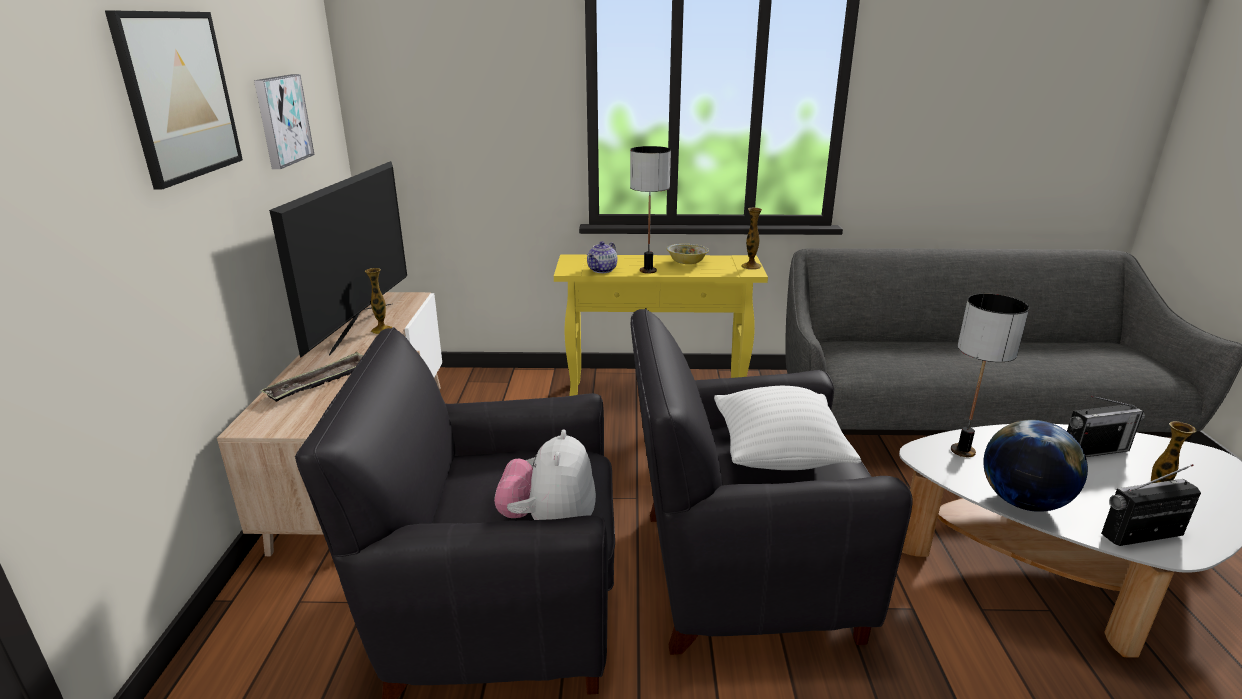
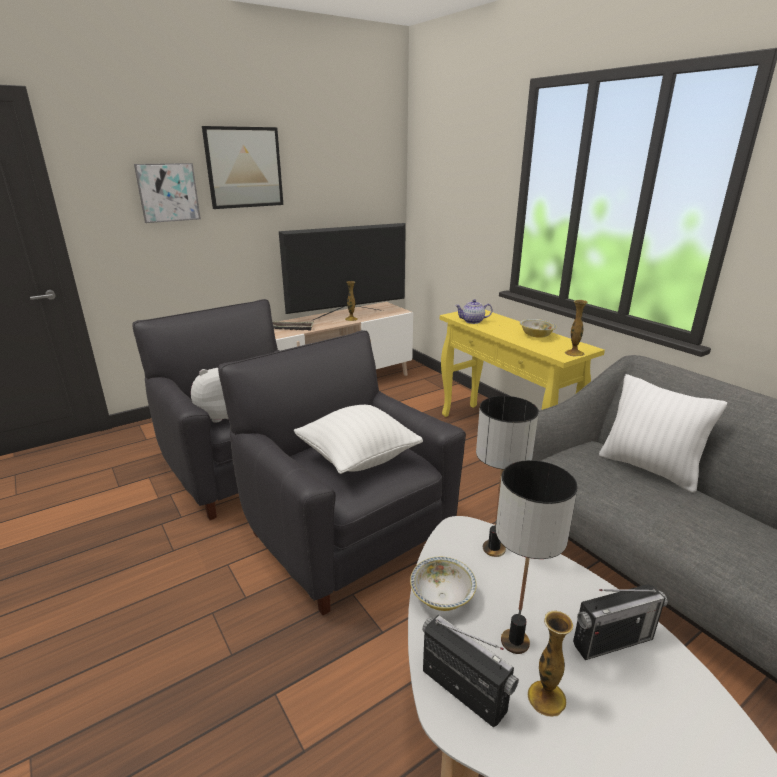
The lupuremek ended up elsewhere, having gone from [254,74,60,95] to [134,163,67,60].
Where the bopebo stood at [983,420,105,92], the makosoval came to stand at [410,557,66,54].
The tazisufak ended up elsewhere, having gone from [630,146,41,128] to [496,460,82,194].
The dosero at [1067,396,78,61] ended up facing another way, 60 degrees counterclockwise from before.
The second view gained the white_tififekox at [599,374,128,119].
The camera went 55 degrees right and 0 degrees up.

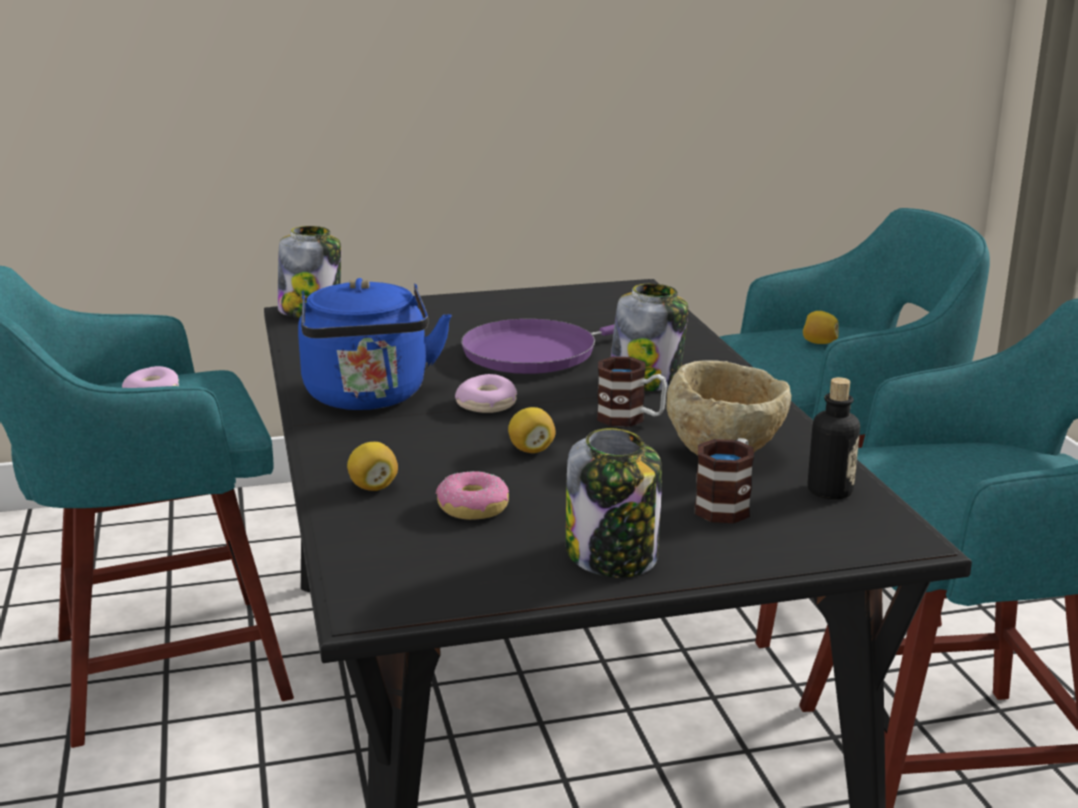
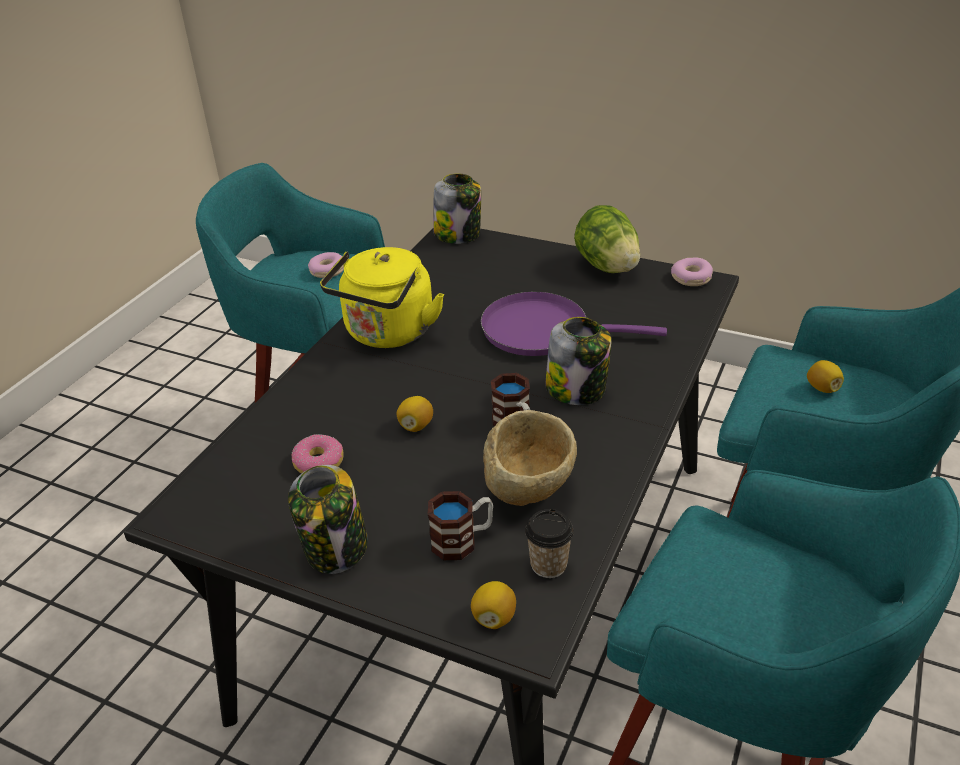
What was the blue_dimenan at [298,278,154,132] turned into the yellow_dimenan at [320,247,124,101].
The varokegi ended up elsewhere, having gone from [347,442,51,49] to [471,581,45,48].
Where the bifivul stood at [808,377,52,122], the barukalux came to stand at [525,509,49,69].
The second view gained the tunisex at [574,205,66,68].
The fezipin ended up elsewhere, having gone from [455,374,62,39] to [671,257,42,29].
The camera went 40 degrees right and 15 degrees up.

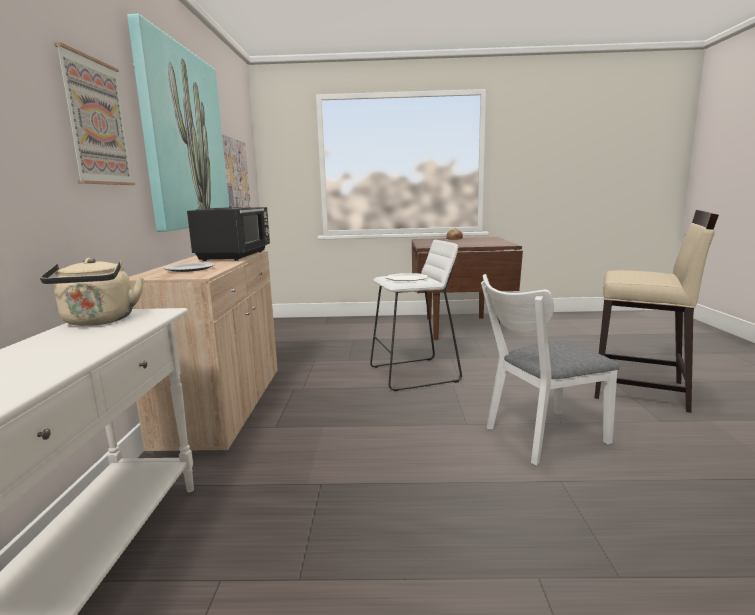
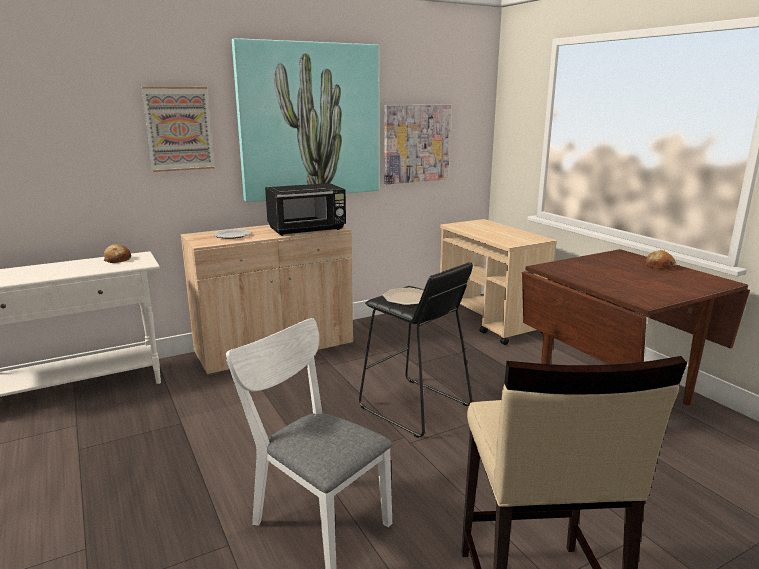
Where the beige_dimenan stood at [40,258,104,68], the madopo came to stand at [103,244,28,19].
What was the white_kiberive at [370,240,92,151] turned into the black_kiberive at [359,262,114,176].
The second view gained the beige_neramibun at [440,219,117,126].
The camera went 60 degrees right and 5 degrees up.

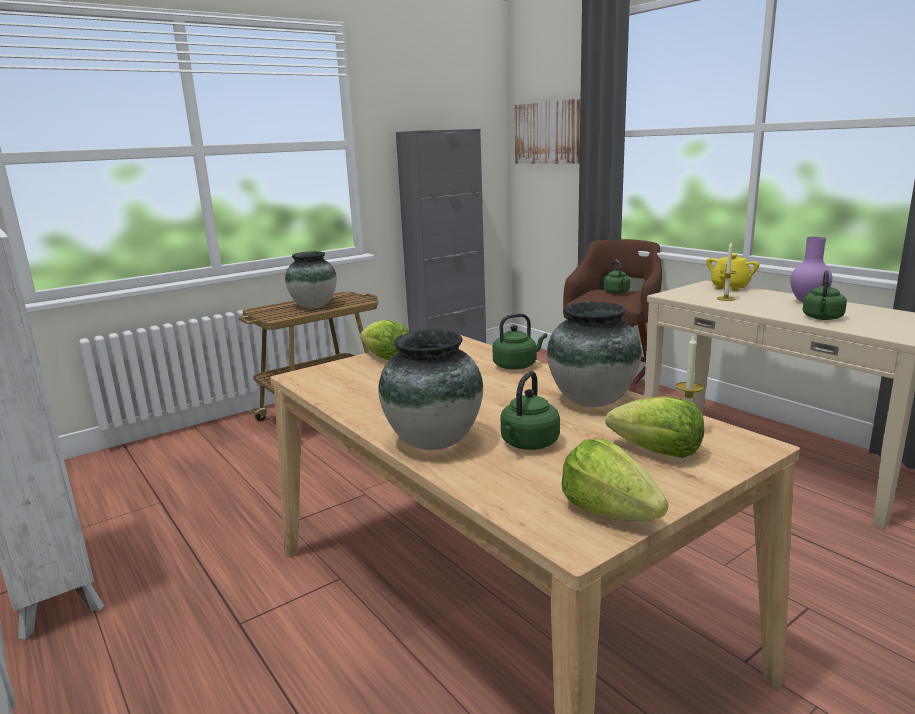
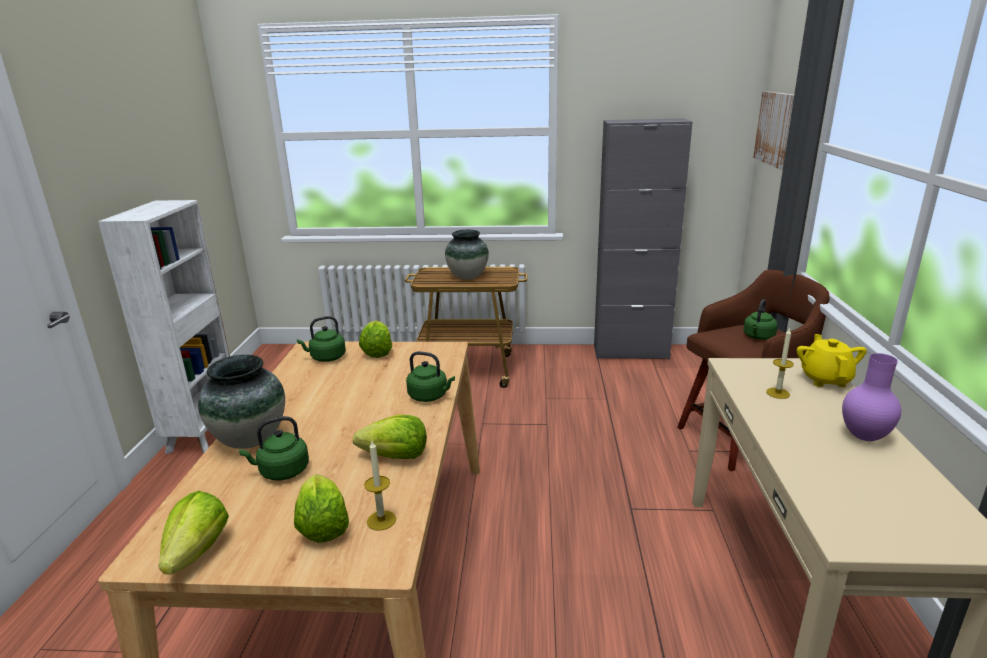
The green_dimenan ended up elsewhere, having gone from [803,271,44,49] to [297,316,49,46].
Where the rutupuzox stood at [547,302,94,105], the tunisex came to stand at [353,415,74,44].
The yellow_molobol at [707,254,53,37] ended up facing another way, 75 degrees counterclockwise from before.
The camera went 40 degrees right and 5 degrees up.

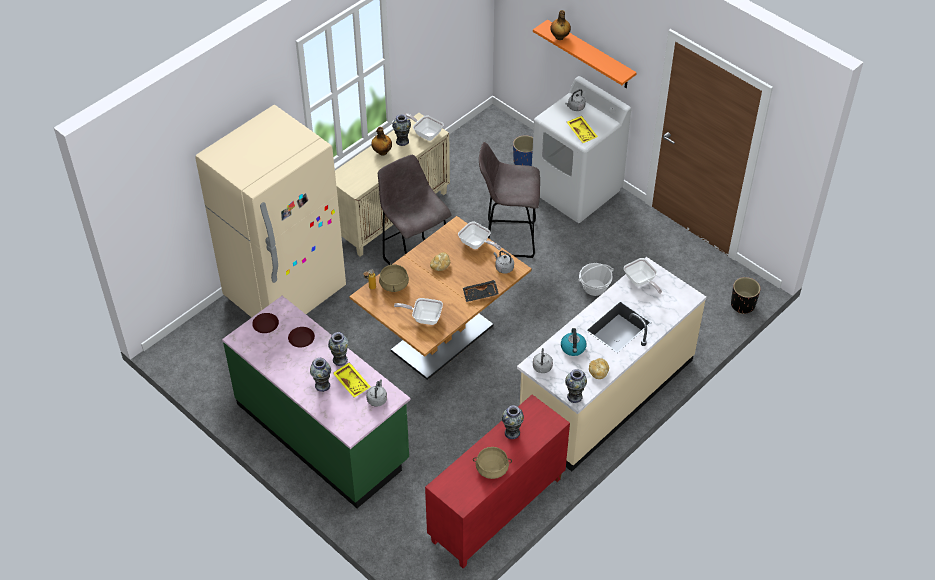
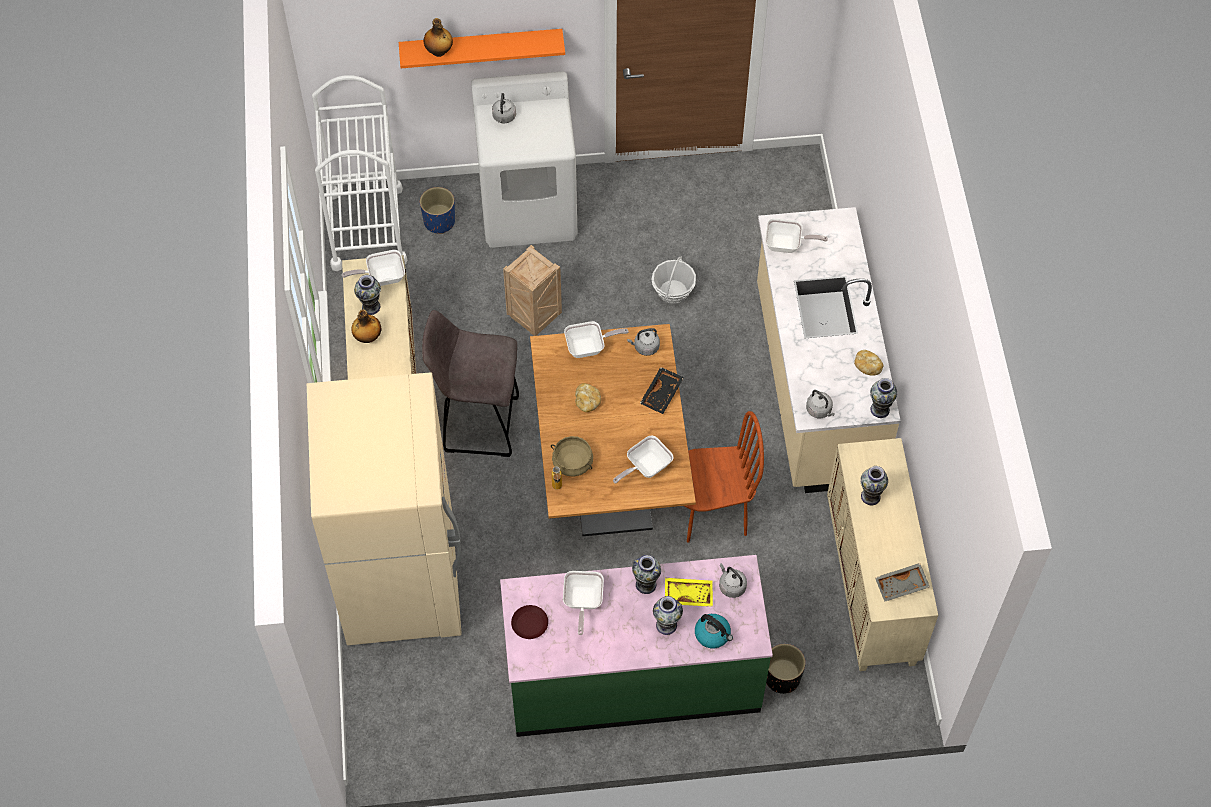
The second view gained the white_neramibun at [312,75,95,196].
Where the grey_kiberive stood at [479,142,61,116], the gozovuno came to stand at [503,245,59,91].
Where the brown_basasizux stood at [288,327,27,21], the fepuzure came to stand at [563,571,41,64].
The second view gained the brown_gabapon at [685,411,79,132].
The dimenan ended up elsewhere, having gone from [561,328,26,28] to [695,614,38,34].
The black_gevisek ended up elsewhere, having gone from [731,277,29,37] to [766,644,39,50].
What was the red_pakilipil at [425,394,145,174] turned into the beige_pakilipil at [827,438,111,233].
The second view gained the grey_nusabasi at [875,563,55,38].
The second view lost the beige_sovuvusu at [473,447,39,32].
The second view lost the yellow_nusabasi at [567,116,31,27].
The camera went 50 degrees left and 10 degrees up.

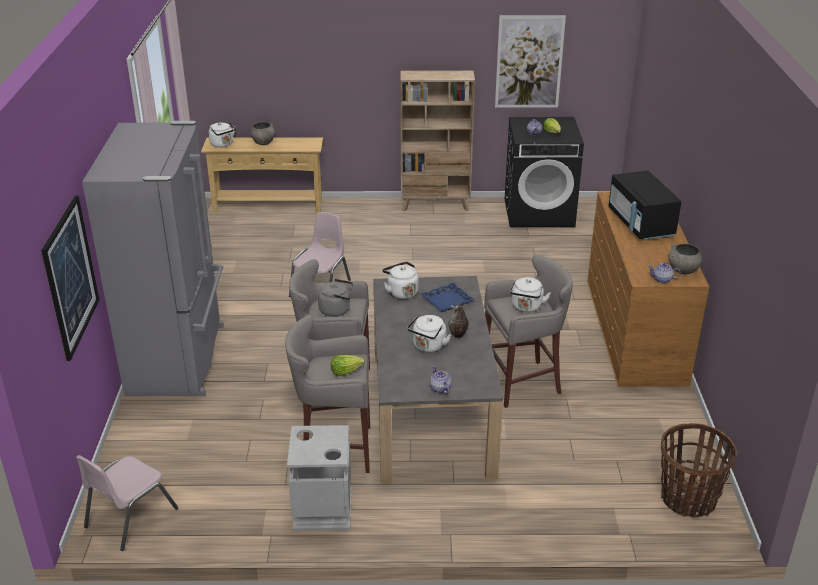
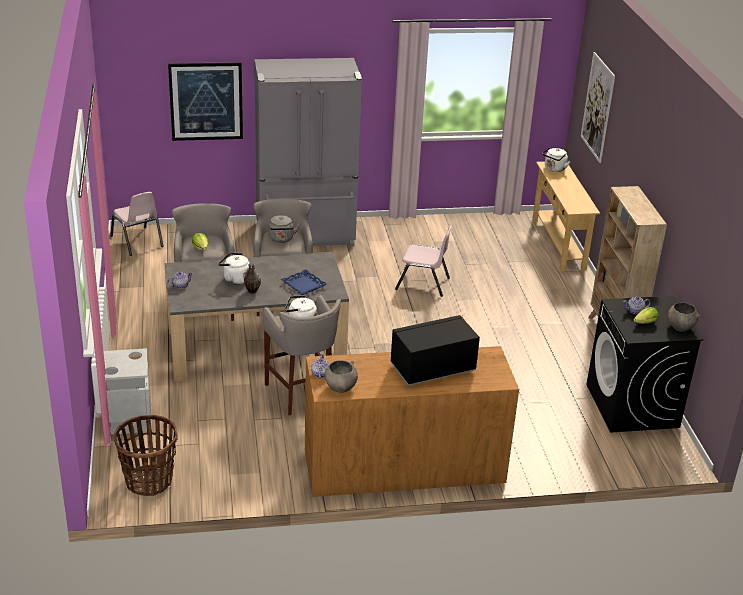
The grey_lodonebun ended up elsewhere, having gone from [287,425,65,106] to [103,348,49,87].
The pink_gabapon at [76,455,102,96] ended up facing another way, 150 degrees counterclockwise from before.
The lupuremek ended up elsewhere, having gone from [495,16,71,91] to [581,52,34,111].
The grey_makosoval ended up elsewhere, having gone from [251,122,24,23] to [668,303,32,29].
The second view lost the white_dimenan at [382,262,37,37].
The camera went 80 degrees right and 0 degrees up.

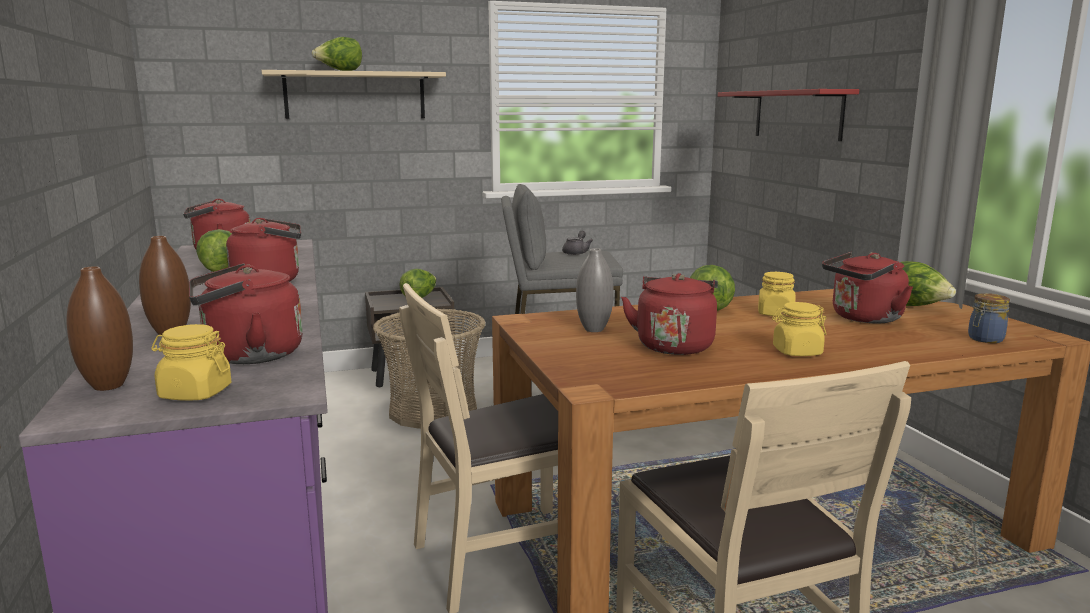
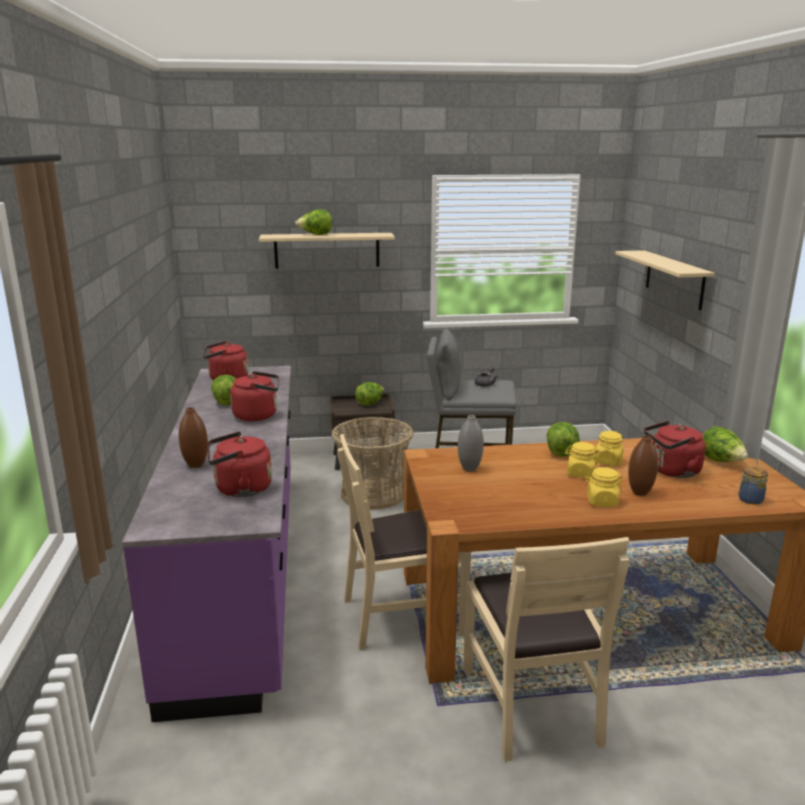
The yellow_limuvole ended up elsewhere, having gone from [152,324,79,77] to [565,442,34,36].
What was the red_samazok at [718,89,141,52] turned into the beige_samazok at [615,250,100,60].
The brown_rutupuzox ended up elsewhere, having gone from [66,266,67,125] to [628,435,30,61].
The second view lost the red_dimenan at [621,273,97,82].
The camera went 10 degrees right and 5 degrees up.

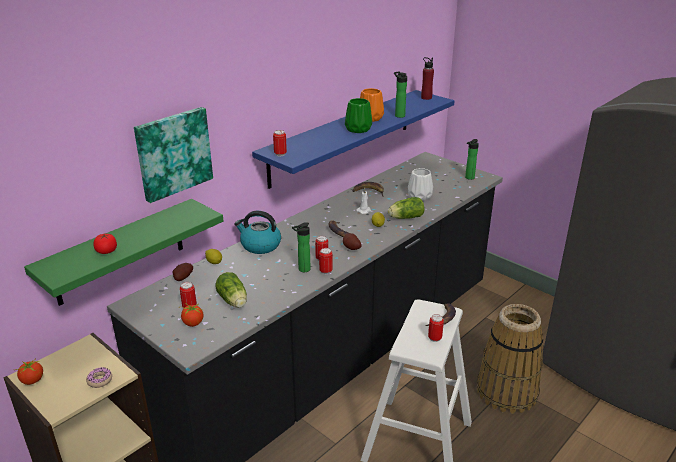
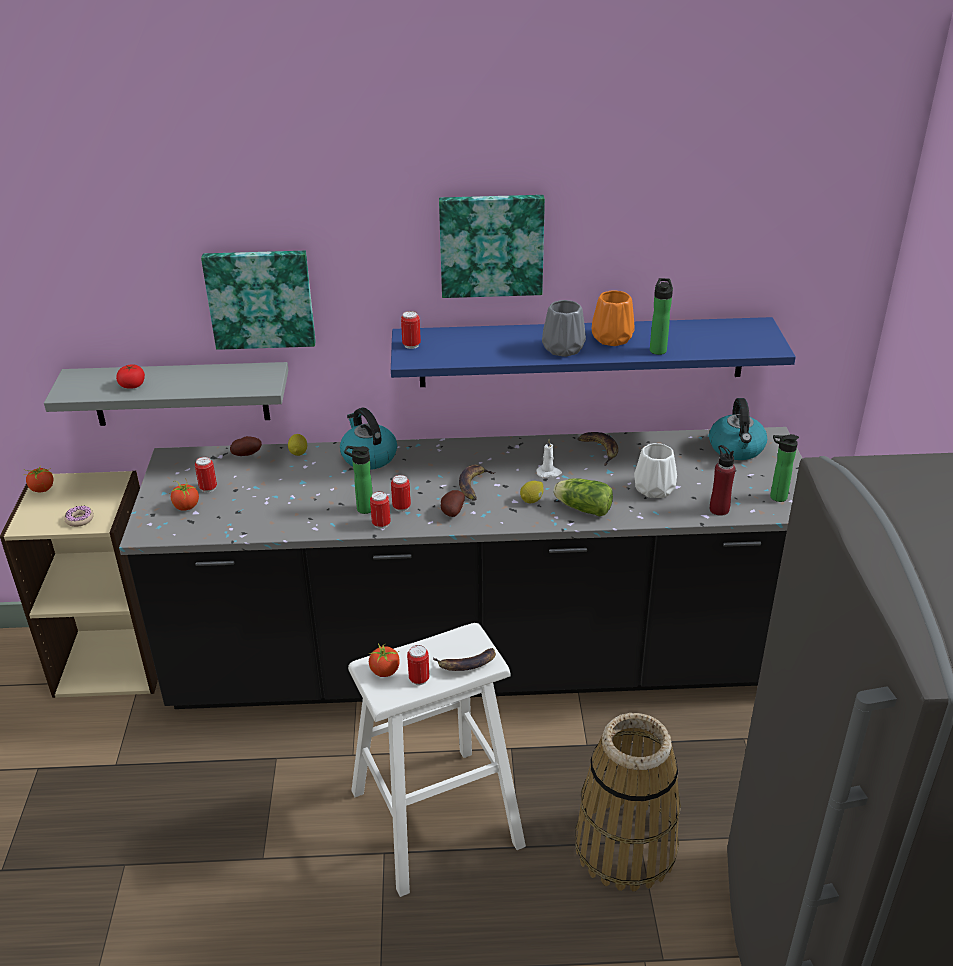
What was the green_samazok at [24,199,199,107] turned into the grey_samazok at [44,362,244,64].
The second view gained the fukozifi at [368,643,32,34].
The second view gained the lupuremek at [439,195,106,103].
What was the green_rutupuzox at [345,98,27,35] turned into the grey_rutupuzox at [542,300,44,57].
The second view gained the dimenan at [709,398,58,62].
The red_bifivul ended up elsewhere, having gone from [421,57,13,43] to [710,445,26,71].
The second view lost the tunisex at [215,272,32,36].
The camera went 45 degrees right and 5 degrees up.

